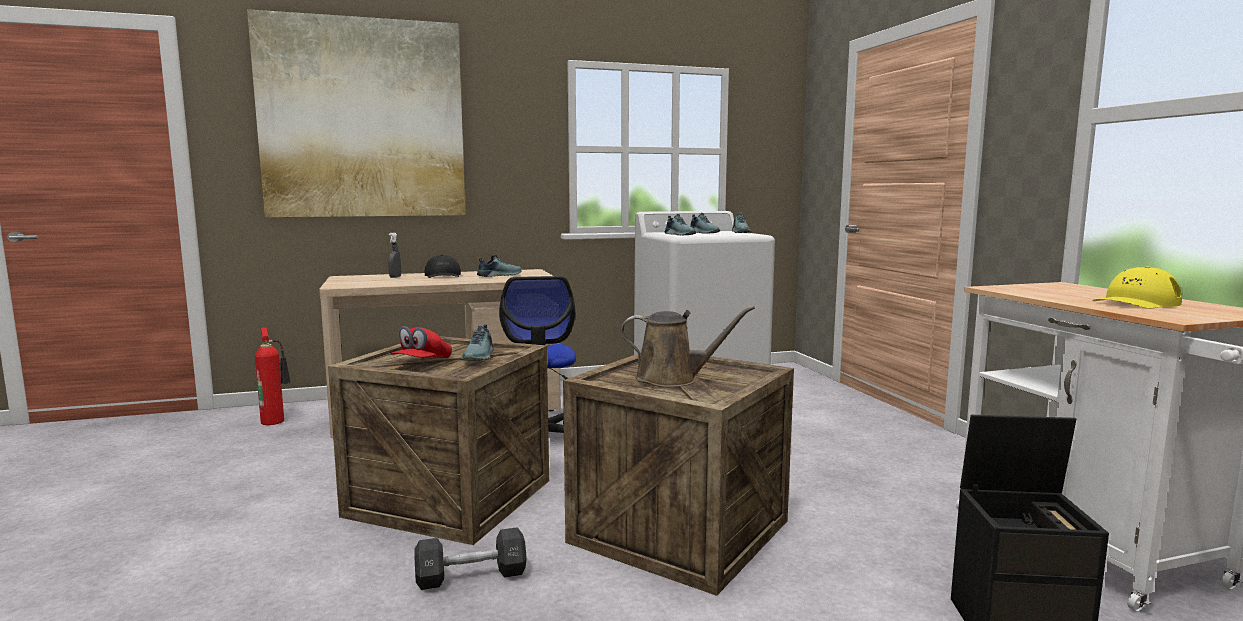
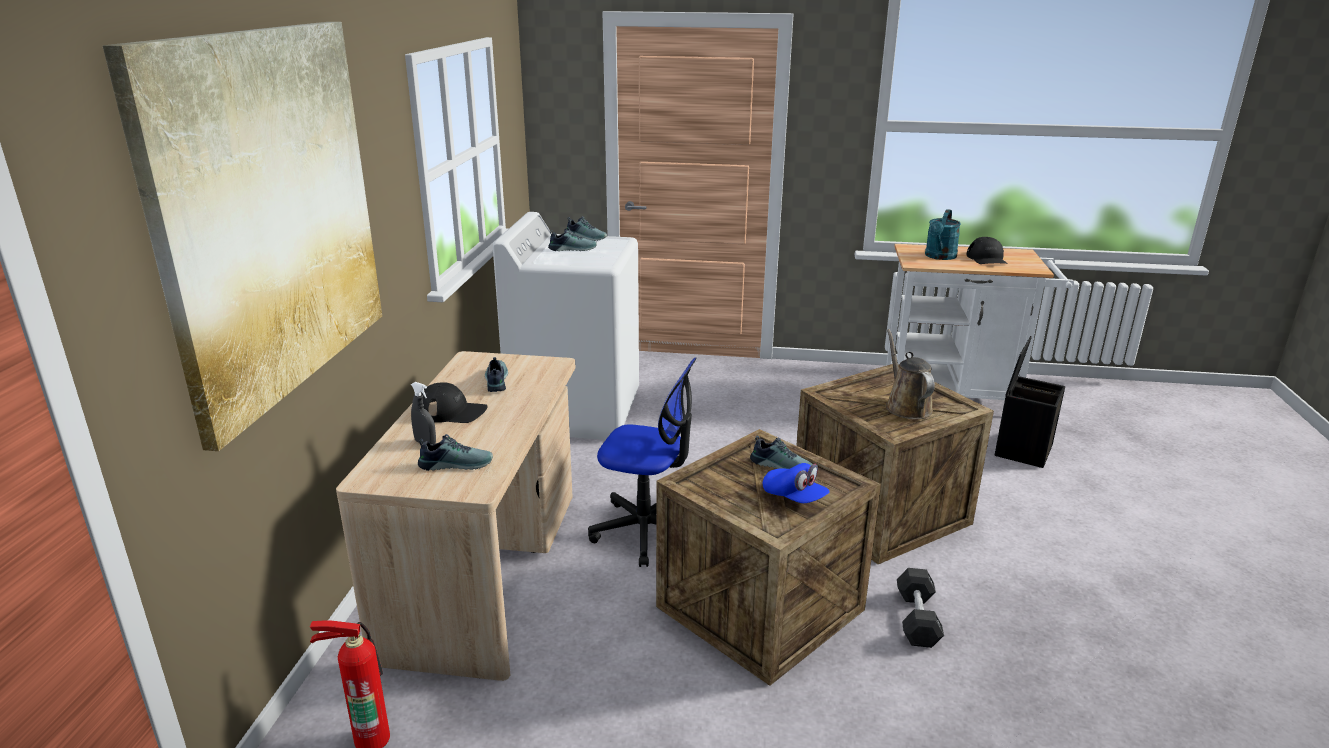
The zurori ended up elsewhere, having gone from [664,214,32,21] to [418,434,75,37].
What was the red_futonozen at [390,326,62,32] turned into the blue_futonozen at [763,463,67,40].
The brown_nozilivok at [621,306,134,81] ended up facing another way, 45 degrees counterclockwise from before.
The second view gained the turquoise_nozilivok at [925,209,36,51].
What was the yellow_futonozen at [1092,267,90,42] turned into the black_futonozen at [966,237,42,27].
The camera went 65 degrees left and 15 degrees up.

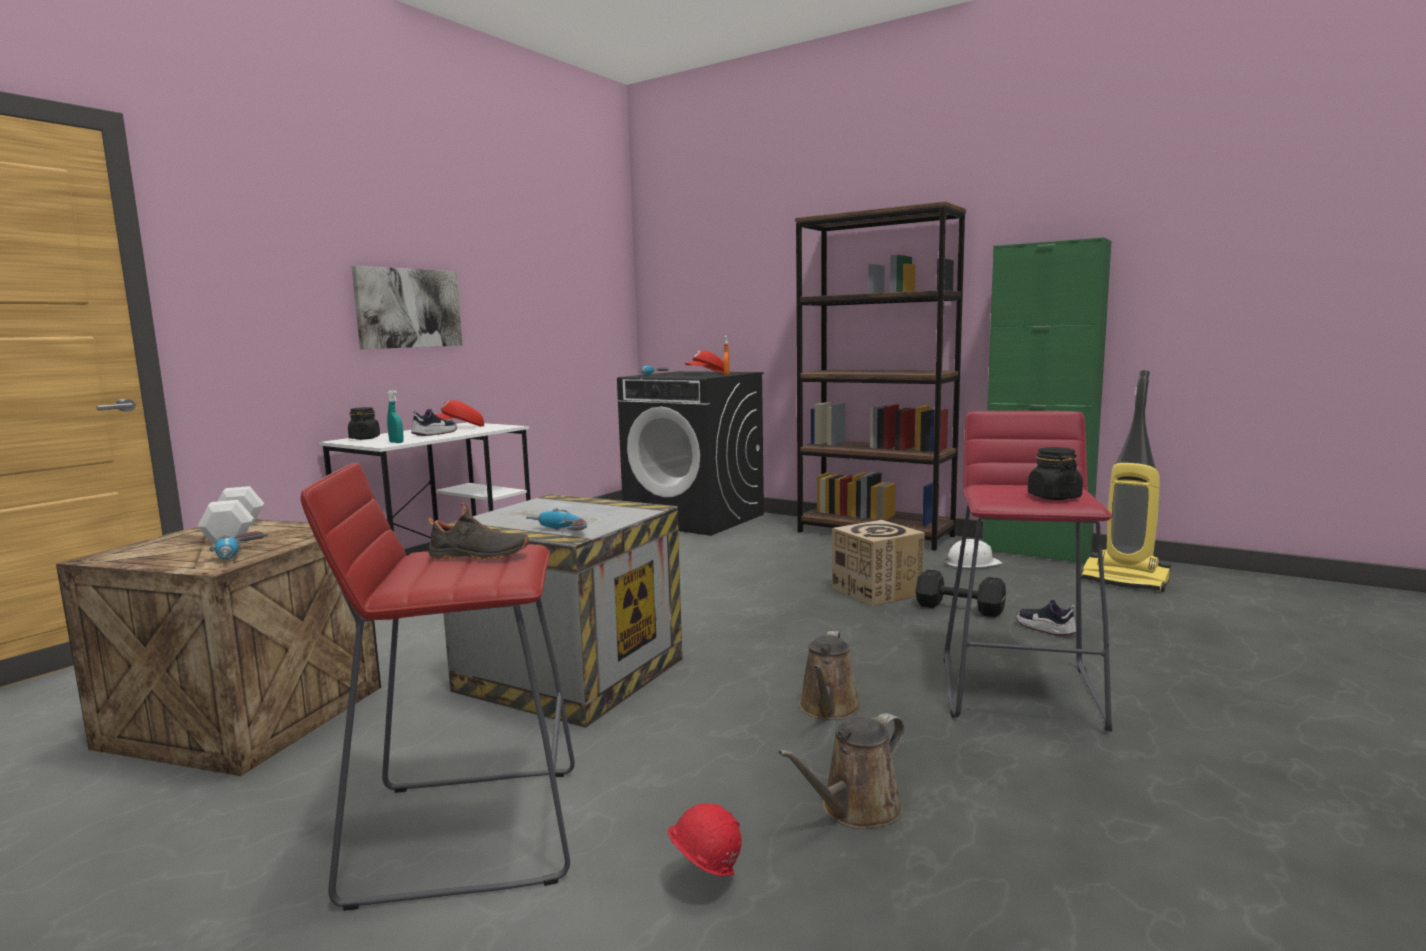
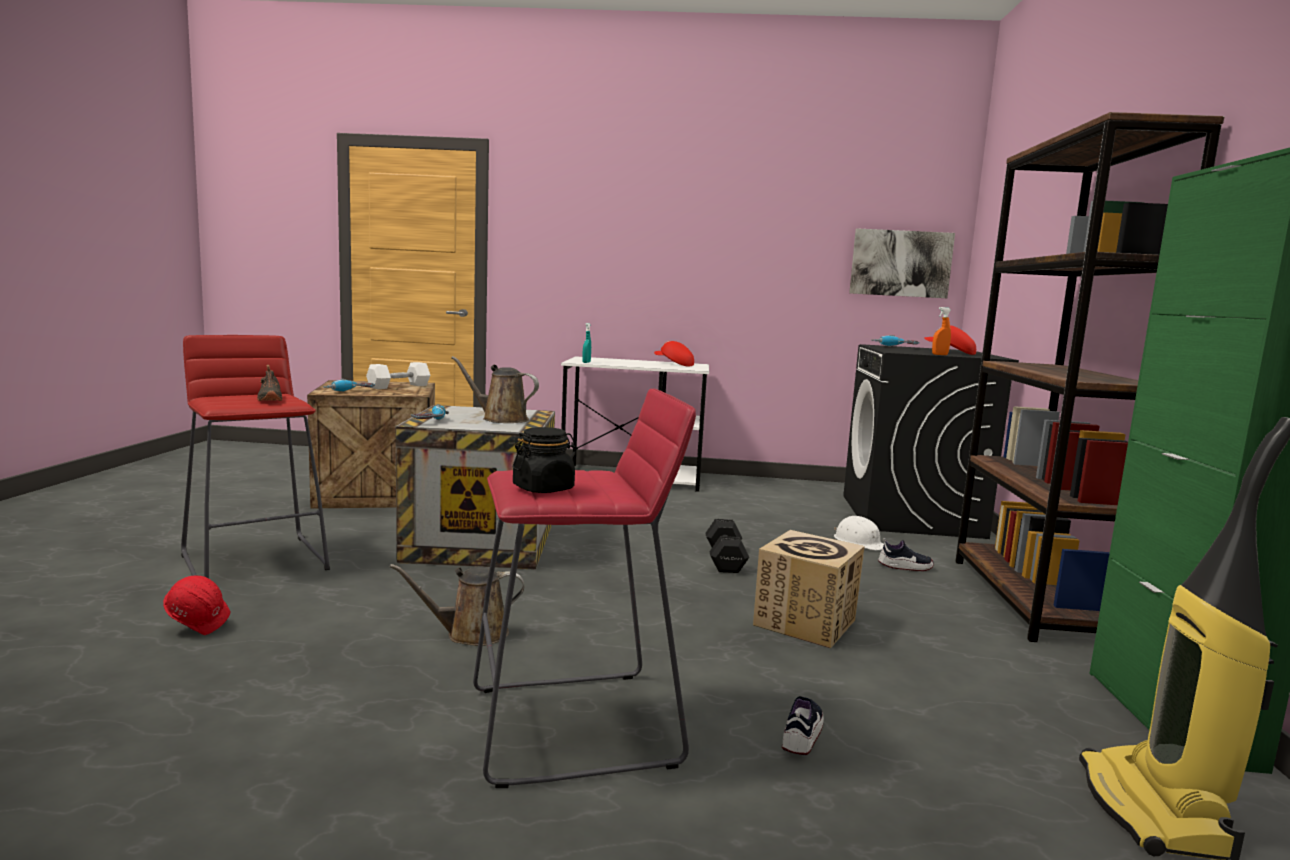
The brown_nozilivok ended up elsewhere, having gone from [778,713,127,116] to [451,356,88,67].
The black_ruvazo ended up elsewhere, having gone from [916,569,90,48] to [705,519,44,54].
The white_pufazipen ended up elsewhere, having gone from [944,539,58,29] to [834,516,50,34].
The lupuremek ended up elsewhere, having gone from [352,266,110,83] to [849,228,106,70].
The zurori ended up elsewhere, having gone from [411,409,46,27] to [878,538,56,33].
The second view lost the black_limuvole at [348,407,32,33].
The camera went 60 degrees right and 0 degrees up.

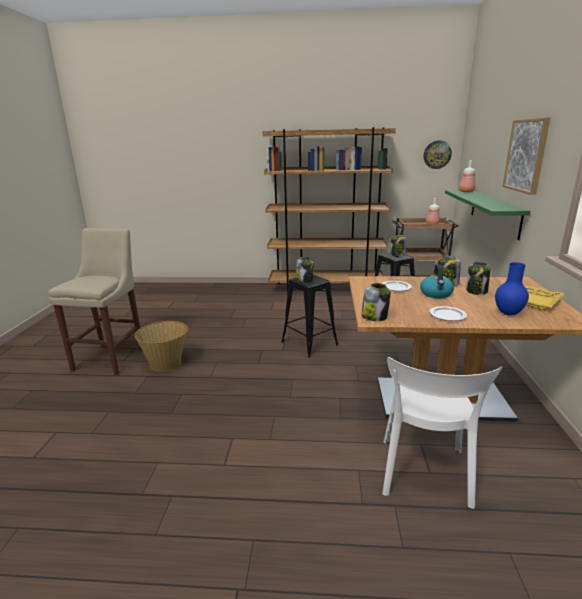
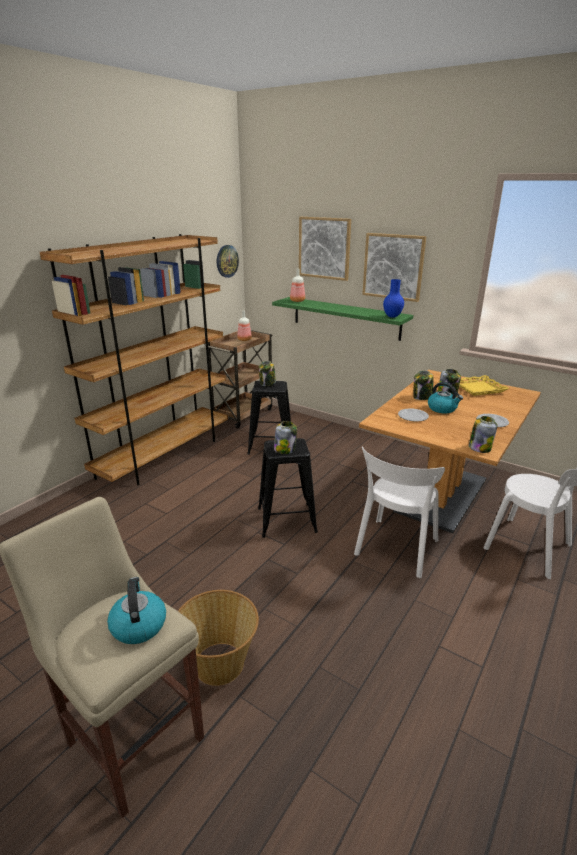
The second view gained the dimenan at [107,577,59,67].
The second view gained the lupuremek at [299,217,52,64].
The second view gained the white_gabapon at [354,447,91,131].
The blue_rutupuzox ended up elsewhere, having gone from [495,262,34,54] to [383,279,21,39].
The camera went 60 degrees left and 5 degrees up.

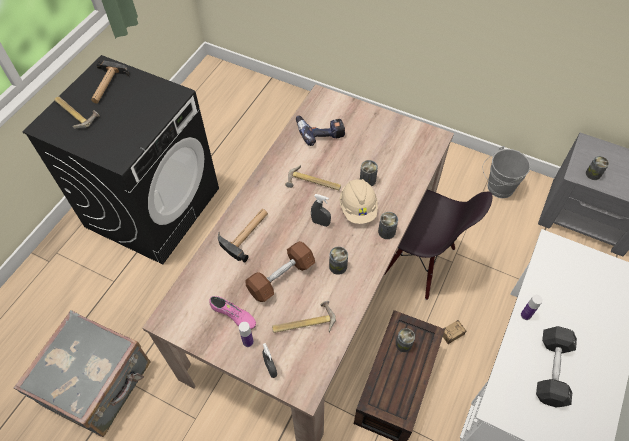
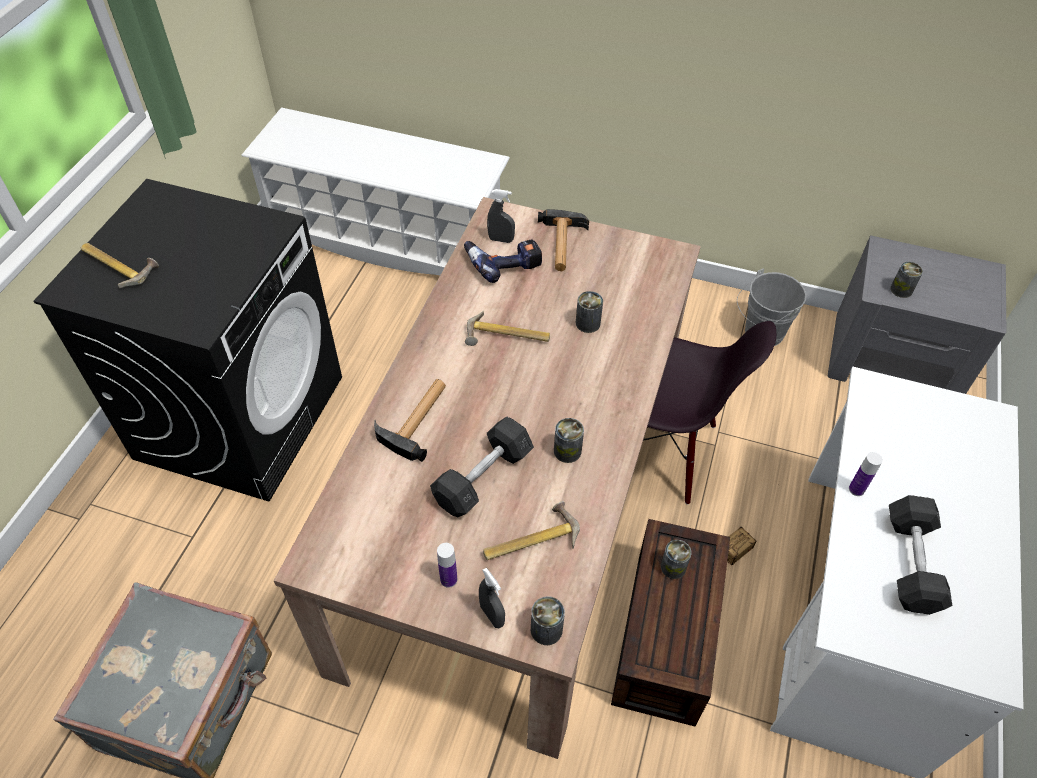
The second view gained the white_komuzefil at [241,107,269,168].
What was the brown_ruvazo at [245,241,70,61] turned into the grey_ruvazo at [430,417,104,100].
The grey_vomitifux ended up elsewhere, having gone from [311,194,20,33] to [487,189,28,54].
The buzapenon ended up elsewhere, having gone from [378,212,20,27] to [531,596,34,49].
The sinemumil ended up elsewhere, having gone from [91,60,39,44] to [538,209,51,62].
The second view lost the pink_zurori at [209,296,47,33].
The second view lost the beige_pufazipen at [339,179,39,45].
The camera went 10 degrees left and 5 degrees down.

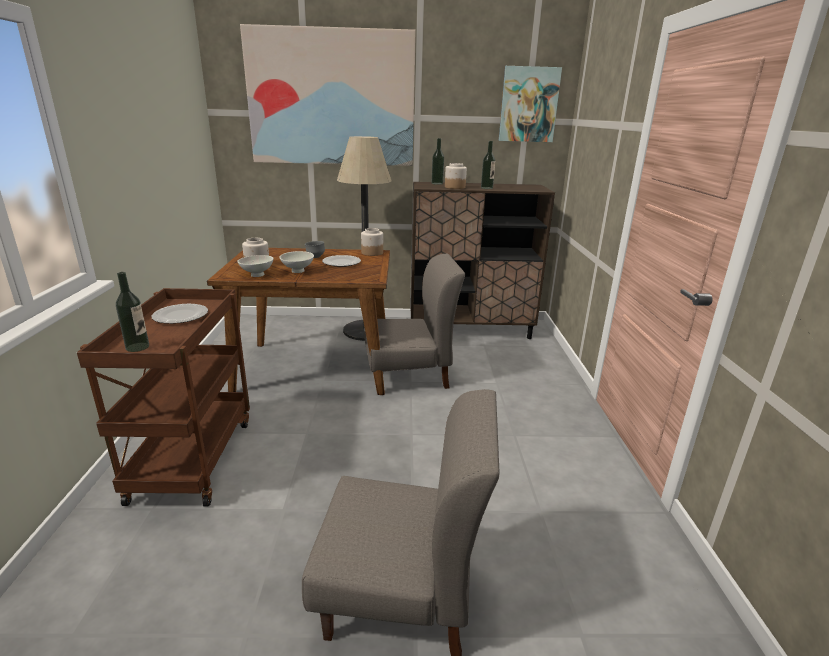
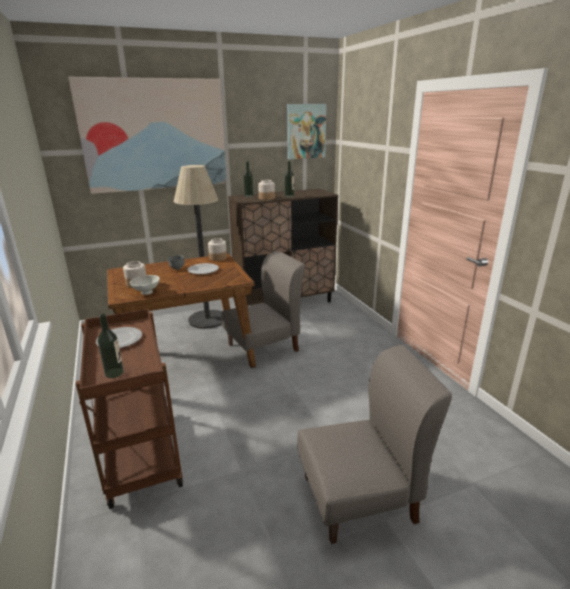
The second view lost the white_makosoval at [279,251,35,22].
The camera went 20 degrees left and 0 degrees up.

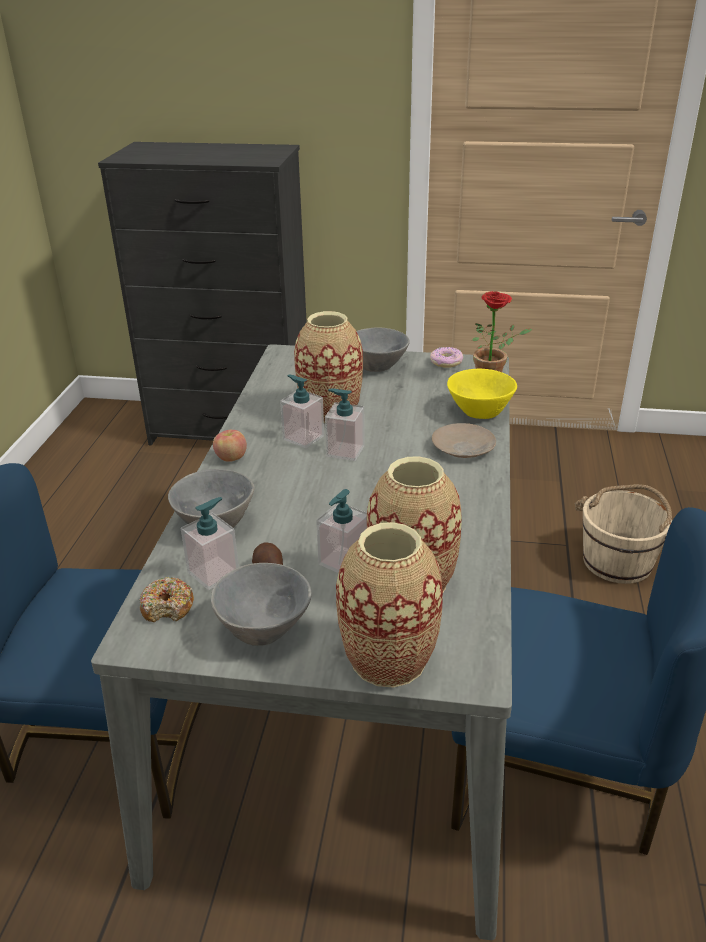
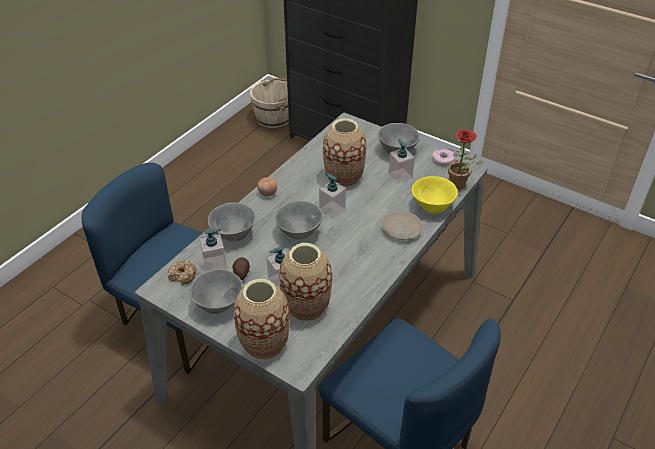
The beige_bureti ended up elsewhere, having gone from [575,484,97,100] to [250,78,39,50].
The second view gained the grey_makosoval at [275,201,48,39].
The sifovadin ended up elsewhere, having gone from [280,375,44,73] to [388,139,27,44].
The camera went 25 degrees right and 10 degrees up.

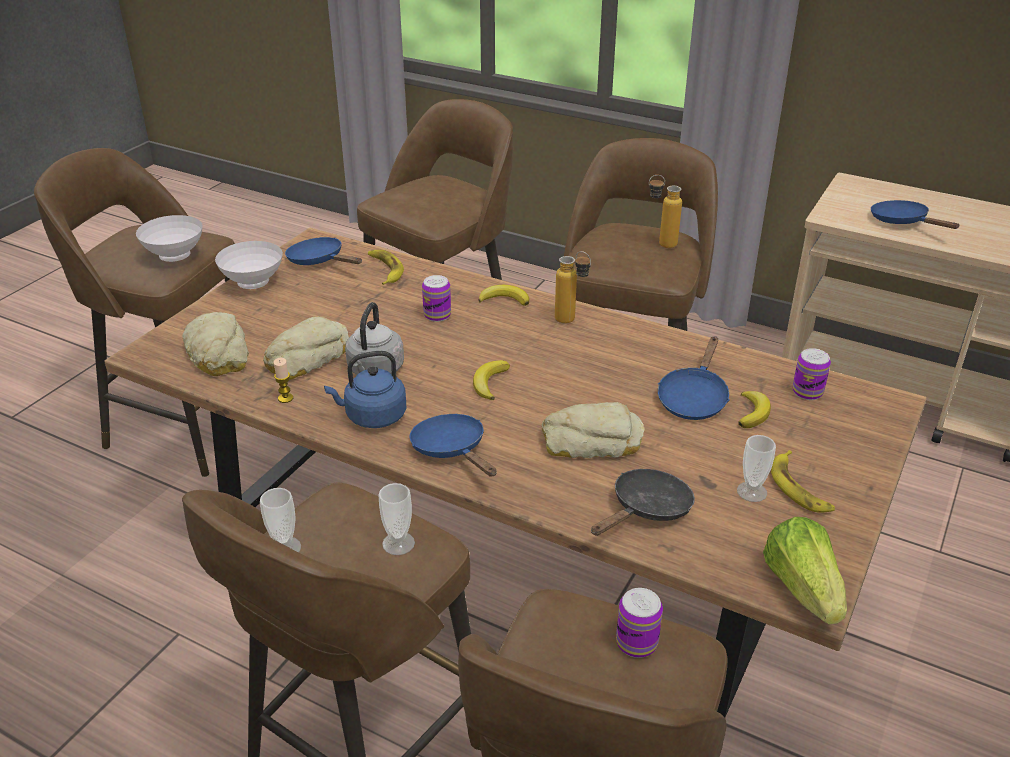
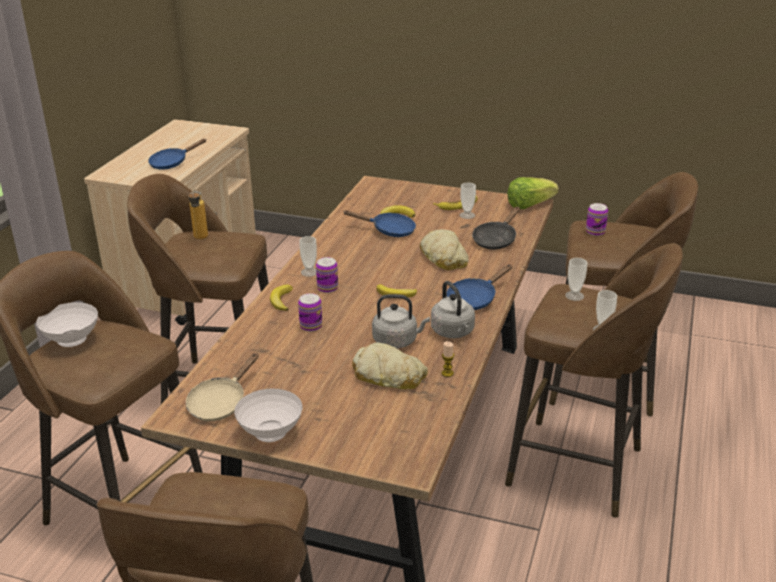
The white_makosoval ended up elsewhere, having gone from [136,215,67,47] to [36,302,62,45].
What was the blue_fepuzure at [285,237,77,28] turned into the beige_fepuzure at [186,353,73,68].
Where the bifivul stood at [555,251,36,72], the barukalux came to stand at [299,236,18,41].
The buzapenon ended up elsewhere, having gone from [793,348,38,52] to [316,257,22,36].
What was the blue_dimenan at [324,351,82,77] turned into the grey_dimenan at [431,281,44,57].
The black_fepuzure at [591,469,104,67] ended up facing another way, 90 degrees counterclockwise from before.
The second view lost the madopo at [183,312,66,64].
The second view lost the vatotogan at [368,250,36,35].
The camera went 100 degrees left and 5 degrees down.

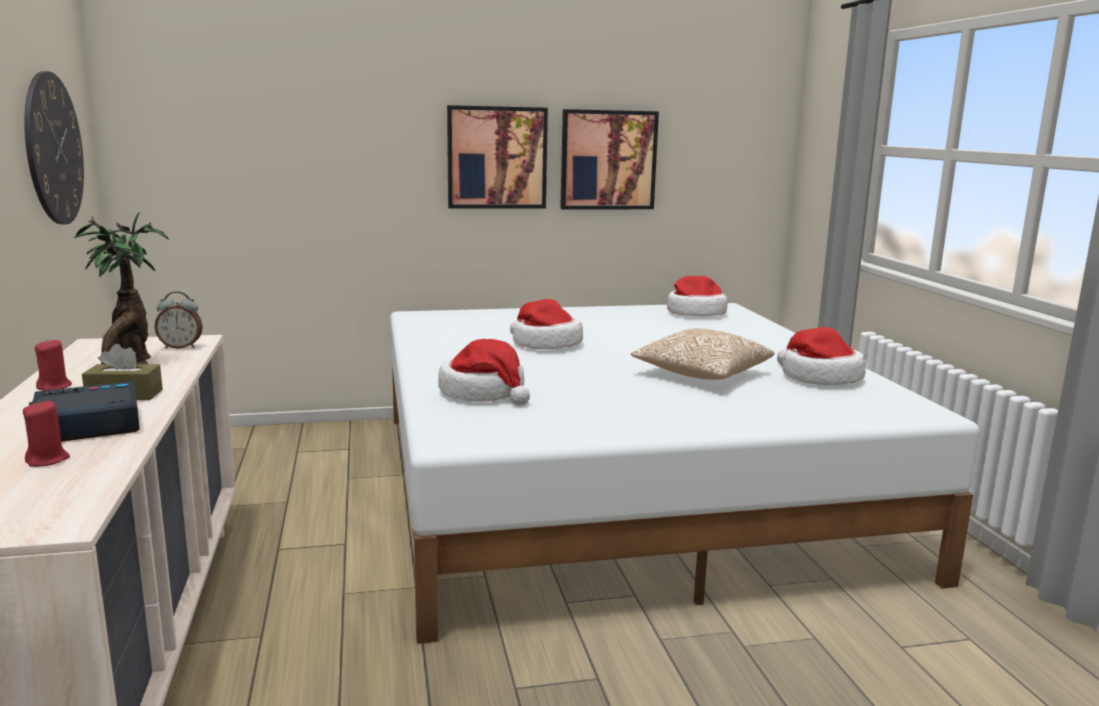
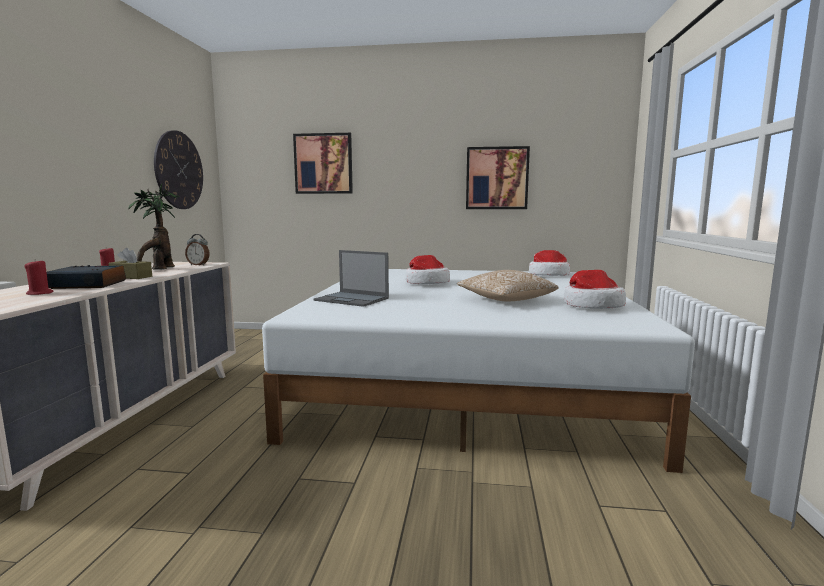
The lupuremek ended up elsewhere, having gone from [447,105,101,103] to [293,133,60,61].
Where the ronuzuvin stood at [438,339,92,67], the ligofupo came to stand at [314,250,75,57].
The camera went 20 degrees right and 5 degrees down.

